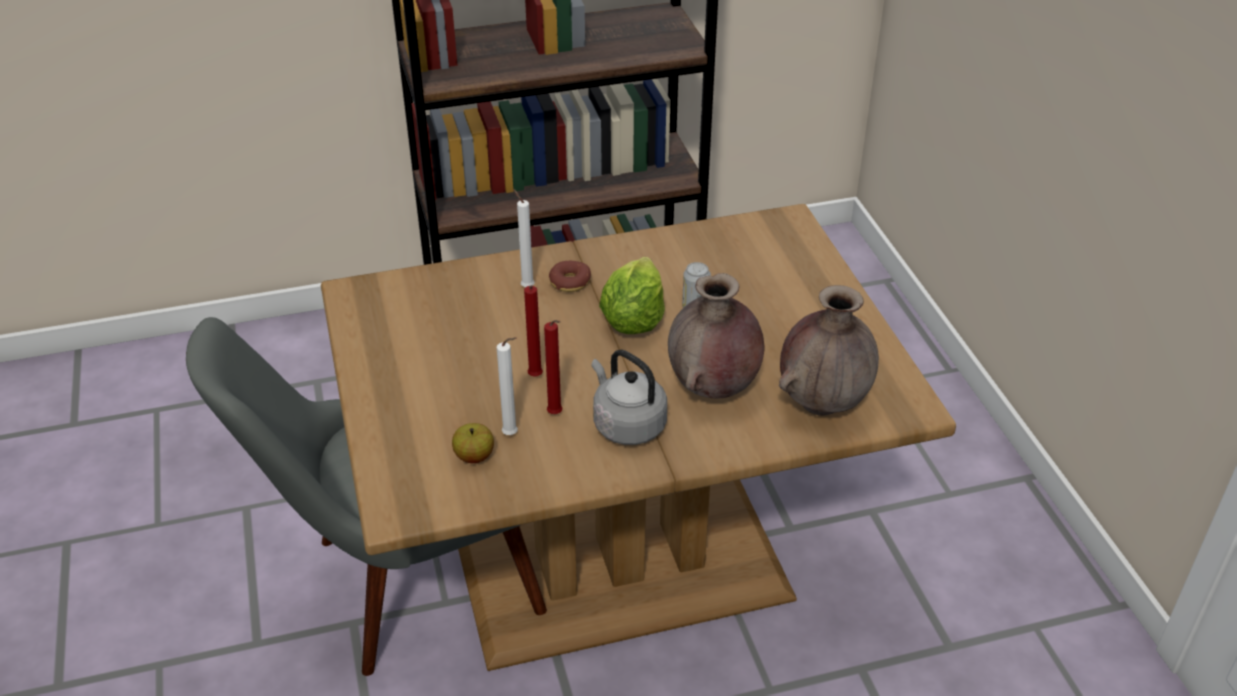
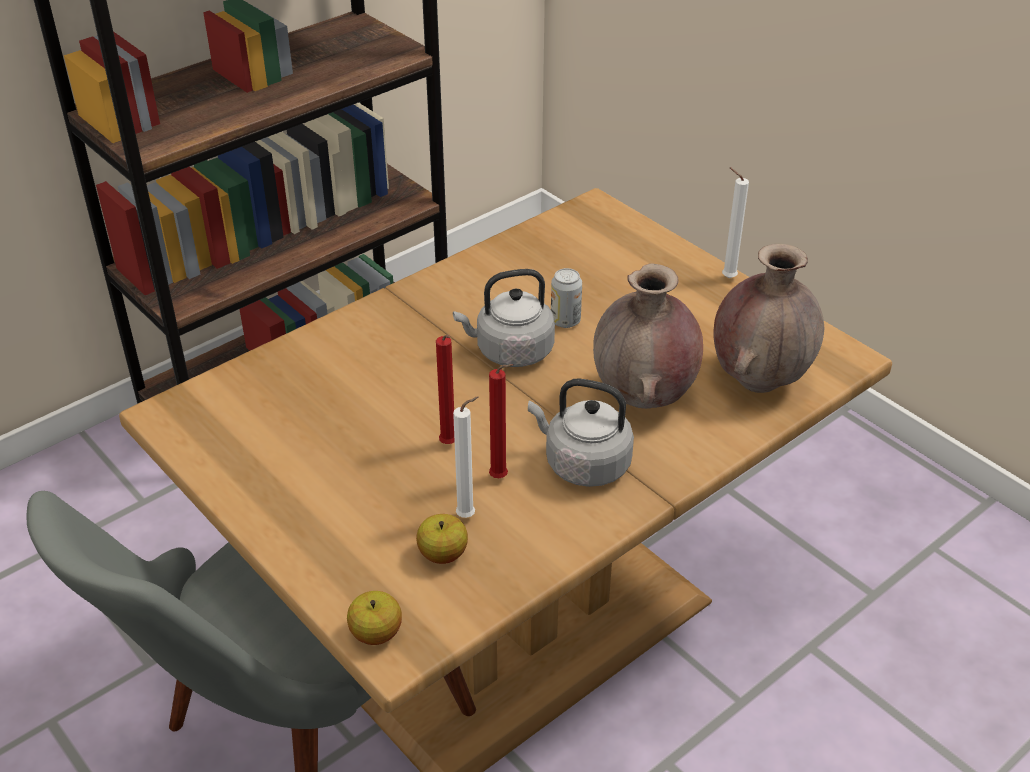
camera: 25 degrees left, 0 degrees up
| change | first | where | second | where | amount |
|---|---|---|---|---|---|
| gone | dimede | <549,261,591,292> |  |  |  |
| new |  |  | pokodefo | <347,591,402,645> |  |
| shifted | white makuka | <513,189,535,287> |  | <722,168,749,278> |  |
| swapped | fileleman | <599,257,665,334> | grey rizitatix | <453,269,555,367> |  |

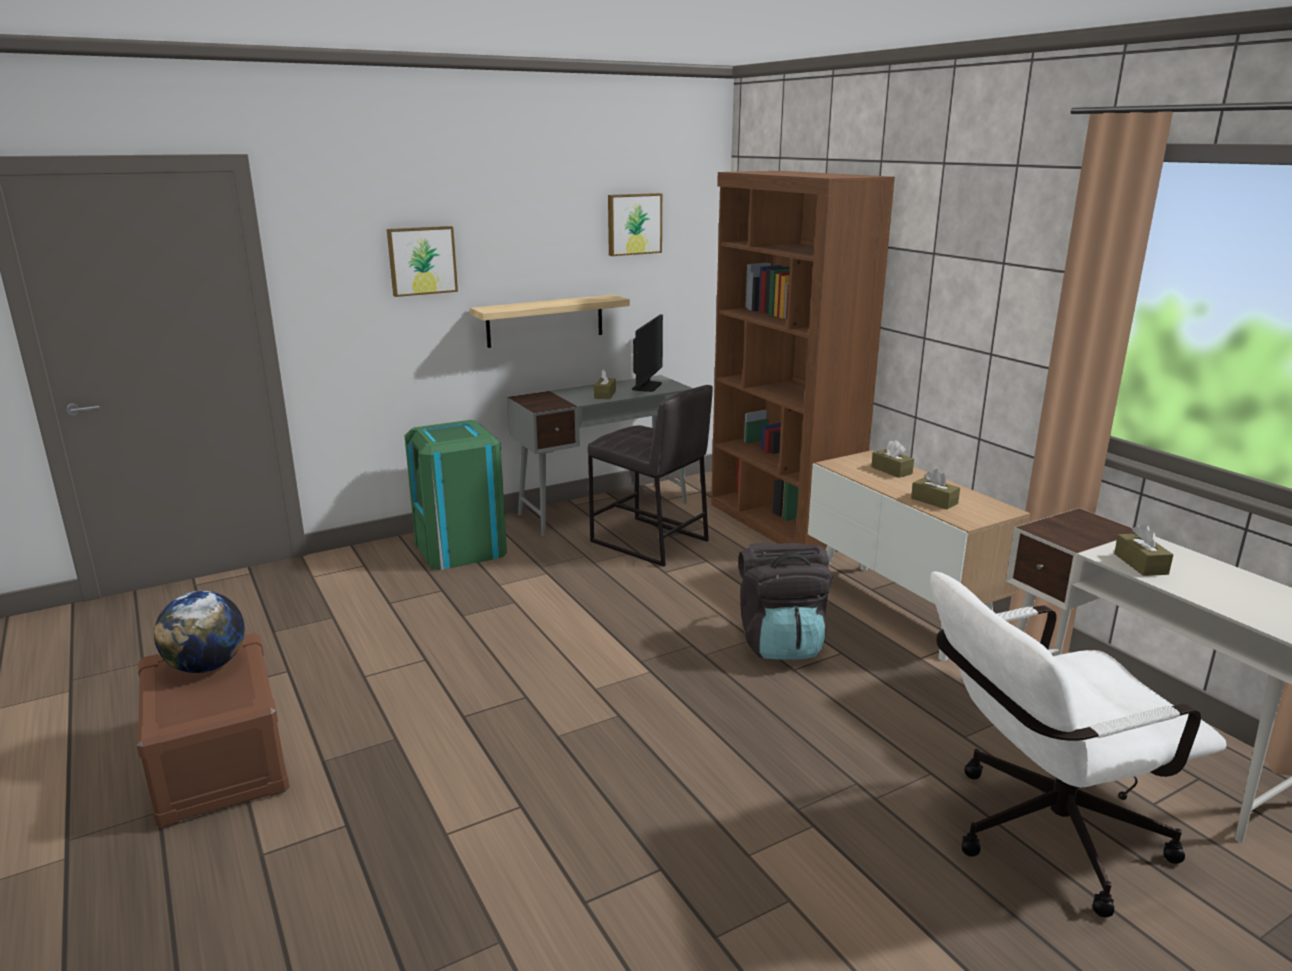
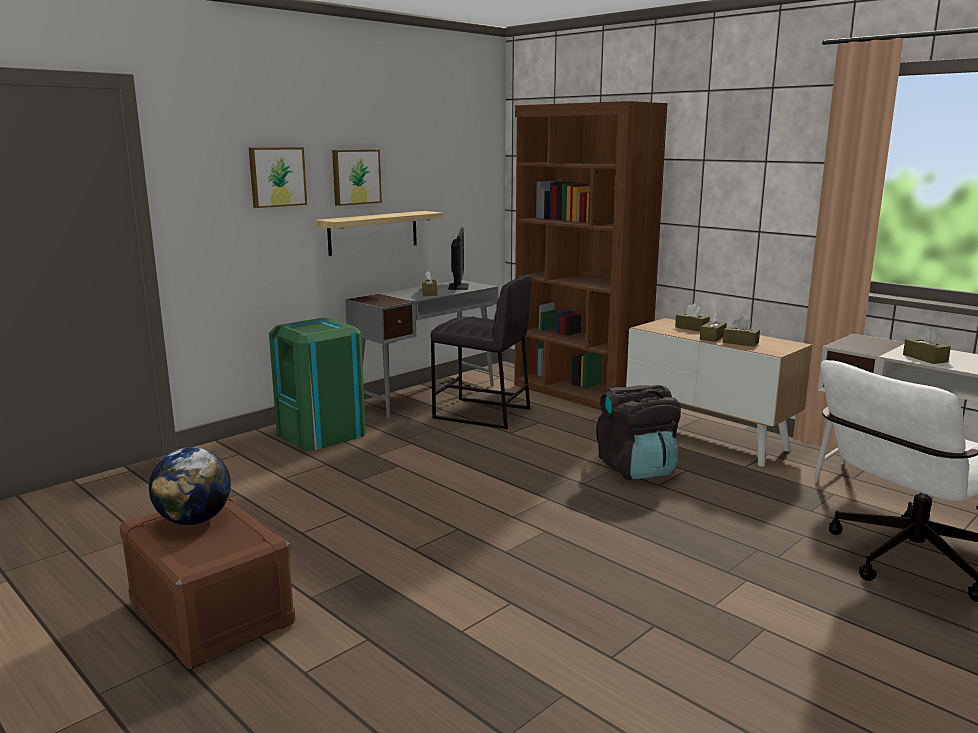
camera: 15 degrees left, 5 degrees down
| change | first | where | second | where | amount |
|---|---|---|---|---|---|
| new |  |  | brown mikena | <700,312,727,342> |  |
| shifted | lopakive | <608,193,662,256> |  | <332,150,382,206> |  |

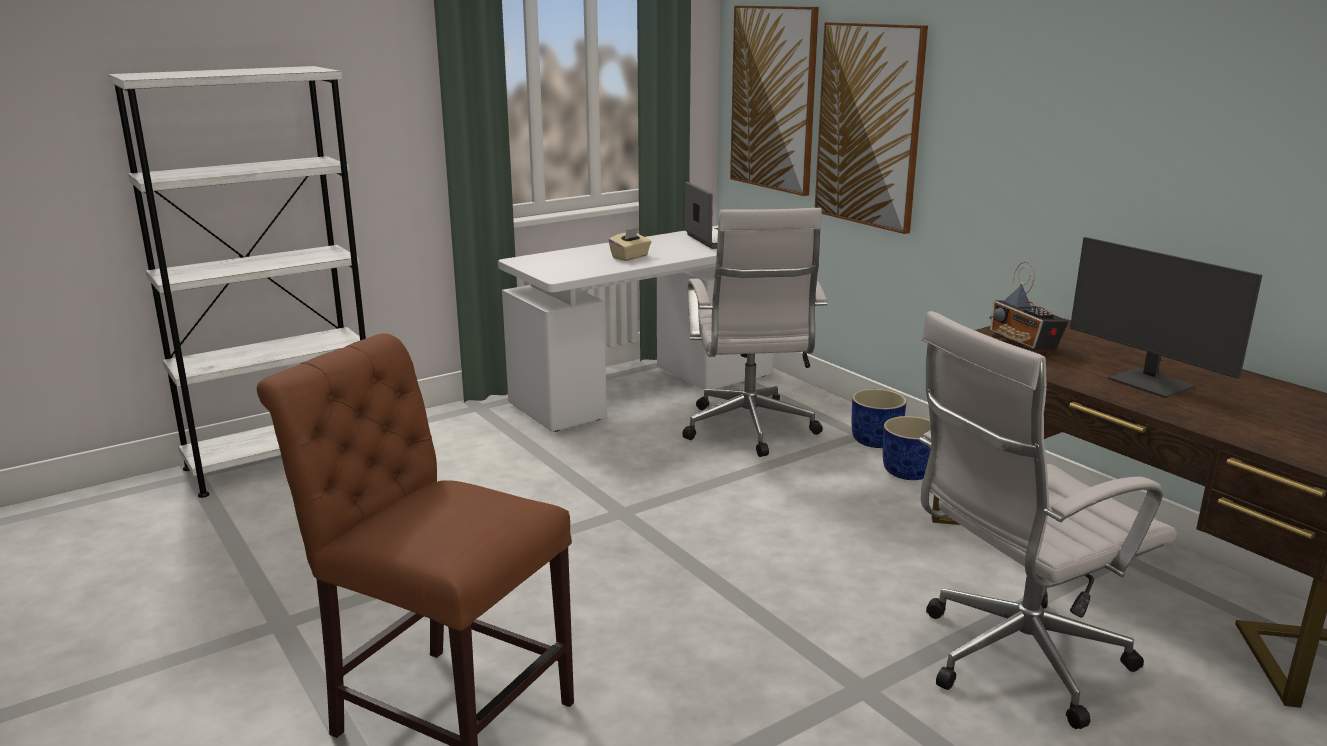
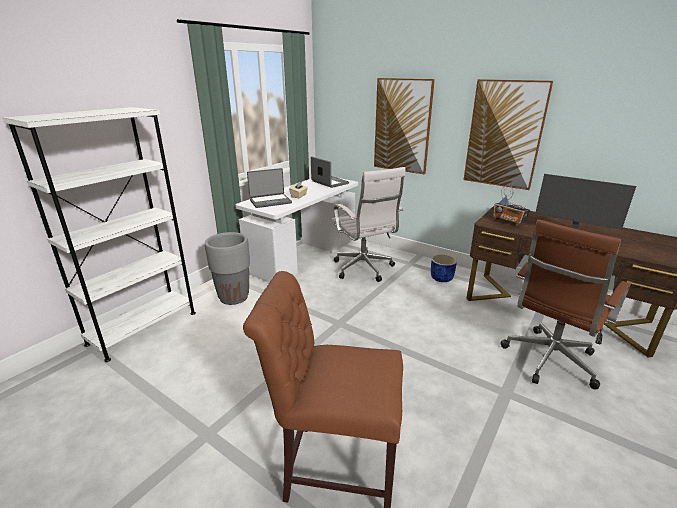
camera: 20 degrees left, 5 degrees up
| change | first | where | second | where | amount |
|---|---|---|---|---|---|
| gone | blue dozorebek | <852,389,907,448> |  |  |  |
| new |  |  | grey dozorebek | <205,232,250,305> |  |
| new |  |  | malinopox | <247,168,292,208> |  |
| shifted | lopakive | <730,5,819,196> |  | <463,79,553,190> |  |
| repainted | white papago | <919,311,1176,729> | brown papago | <501,219,631,389> |  |

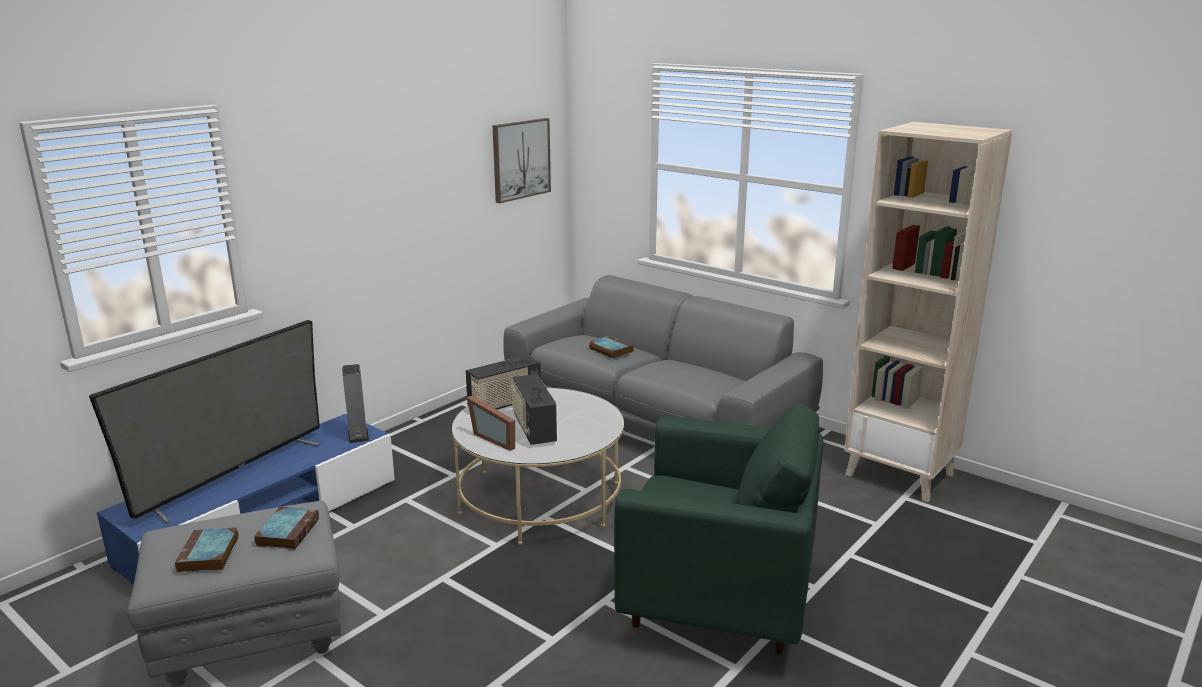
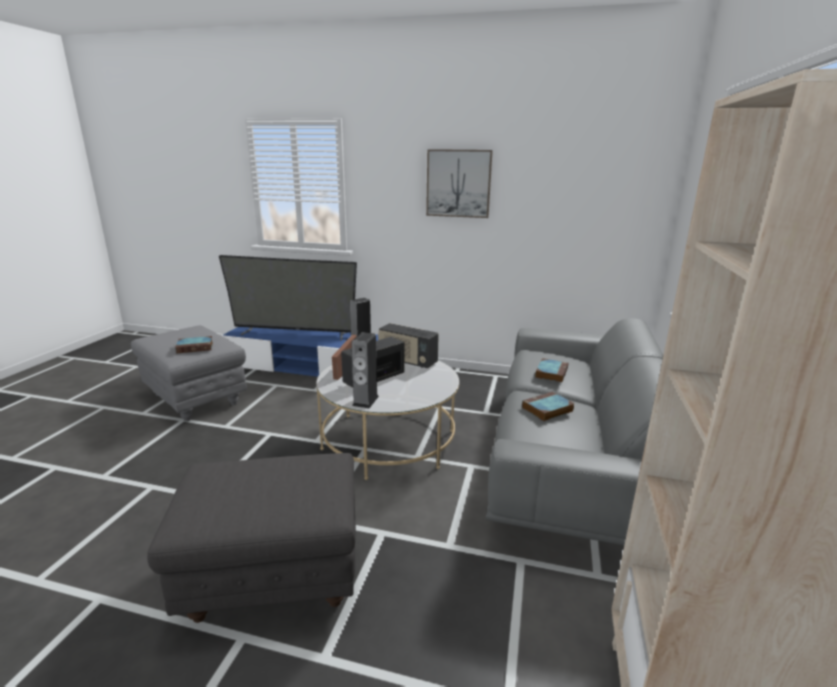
camera: 65 degrees right, 0 degrees up
| change | first | where | second | where | amount |
|---|---|---|---|---|---|
| new |  |  | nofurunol | <351,332,379,408> |  |
| shifted | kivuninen | <175,527,239,573> |  | <522,392,575,421> |  |
| shifted | lopakive | <492,118,551,203> |  | <426,149,493,218> |  |
| swapped | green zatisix | <614,403,823,655> | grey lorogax | <147,453,356,623> |  |

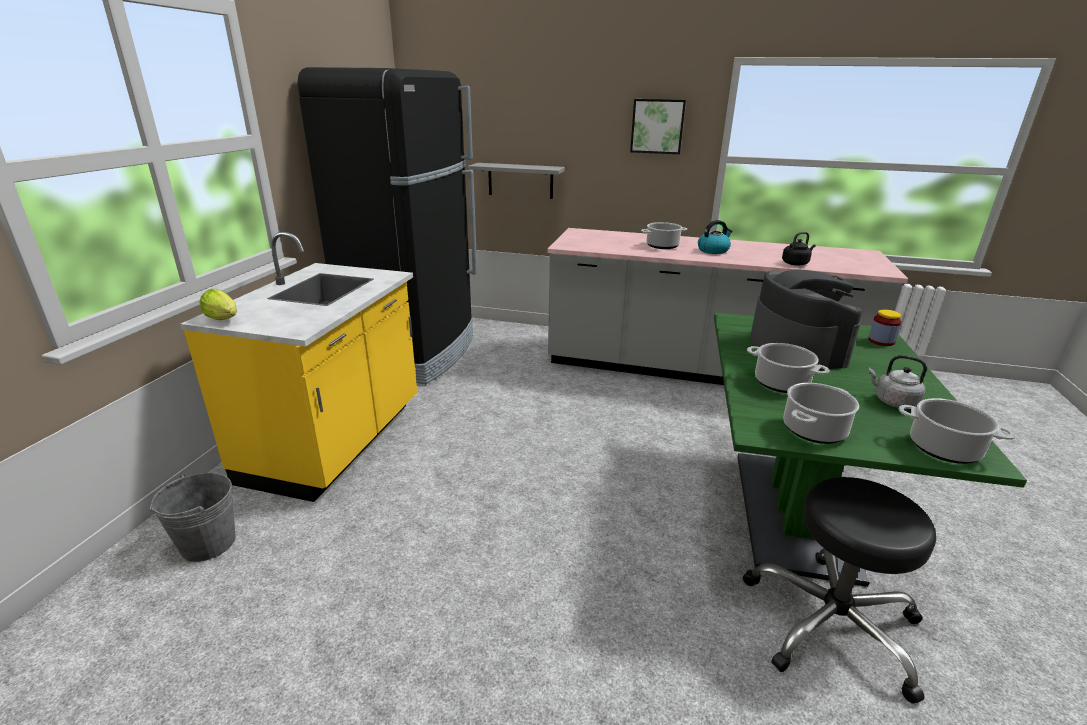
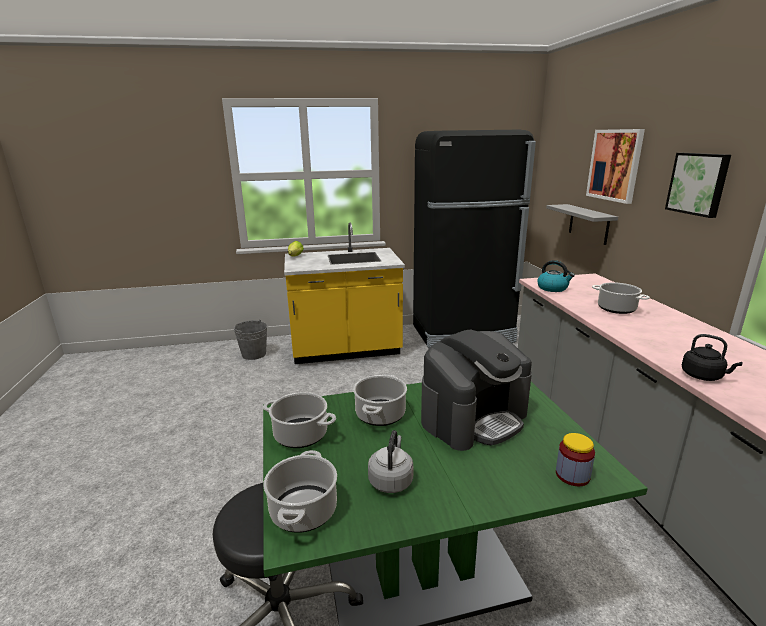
camera: 65 degrees right, 5 degrees down
| change | first | where | second | where | amount |
|---|---|---|---|---|---|
| new |  |  | lopakive | <586,129,645,204> |  |
| shifted | rizitatix | <698,220,733,254> |  | <537,260,575,292> |  |

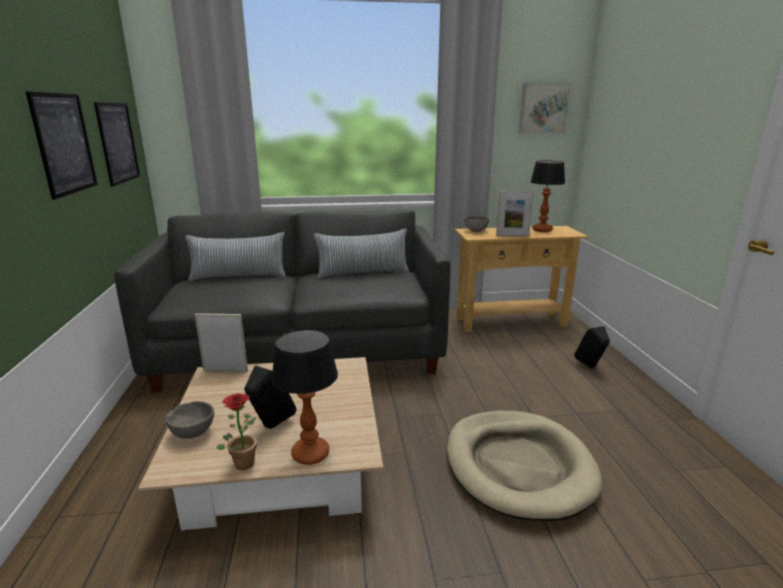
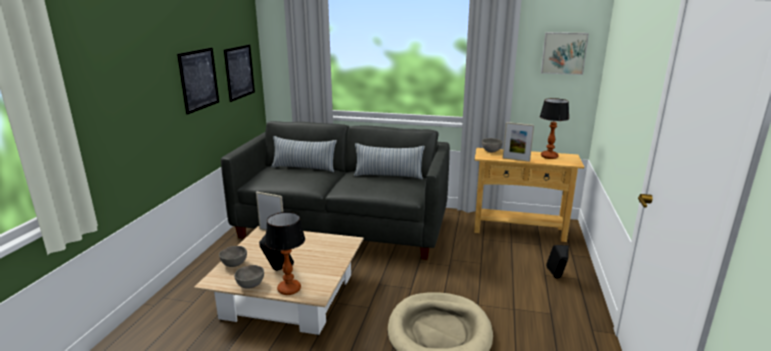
camera: 20 degrees right, 0 degrees up
| change | first | where | second | where | amount |
|---|---|---|---|---|---|
| swapped | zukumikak | <216,393,257,470> | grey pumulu | <234,265,264,289> |  |

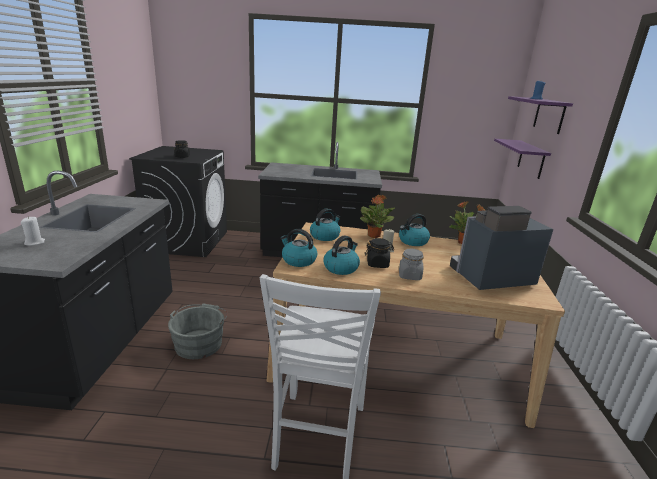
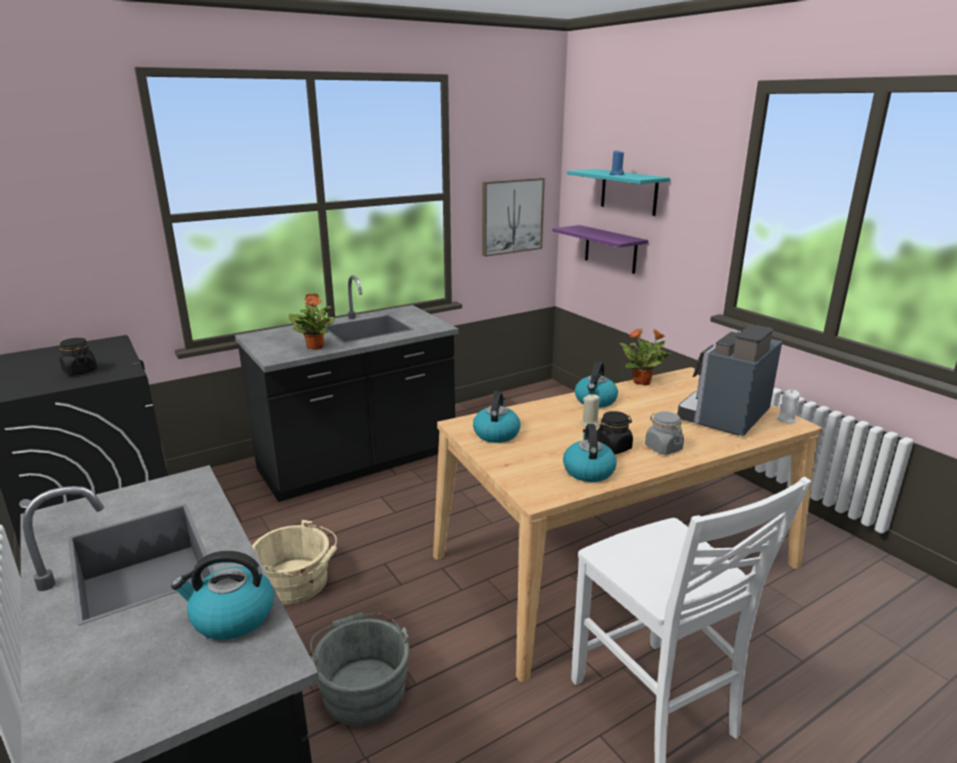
camera: 35 degrees left, 0 degrees up
| change | first | where | second | where | amount |
|---|---|---|---|---|---|
| new |  |  | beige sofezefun | <252,520,337,605> |  |
| new |  |  | lopakive | <482,178,545,257> |  |
| shifted | white makuka | <21,216,45,246> |  | <776,390,800,424> |  |
| shifted | rizitatix | <281,229,317,267> |  | <171,551,274,640> |  |
| shifted | zukumikak | <360,195,395,238> |  | <289,293,335,350> |  |
| repainted | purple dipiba | <508,96,573,134> | turquoise dipiba | <567,169,670,216> |  |

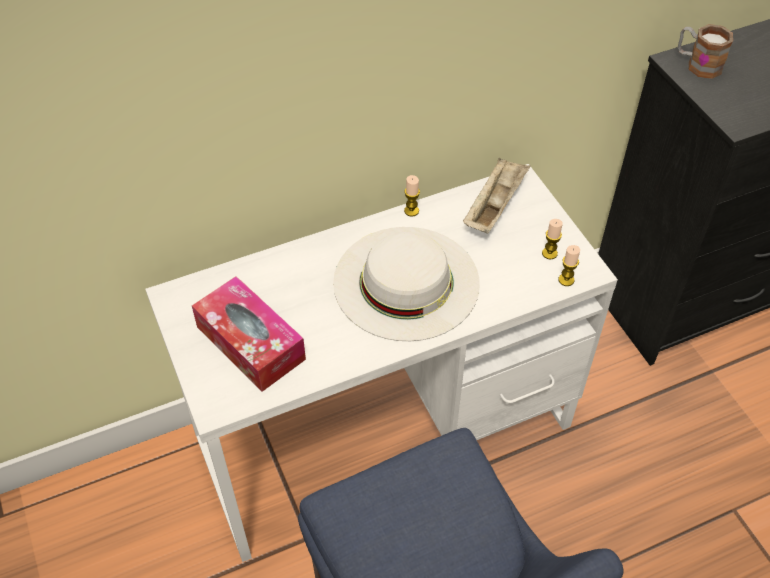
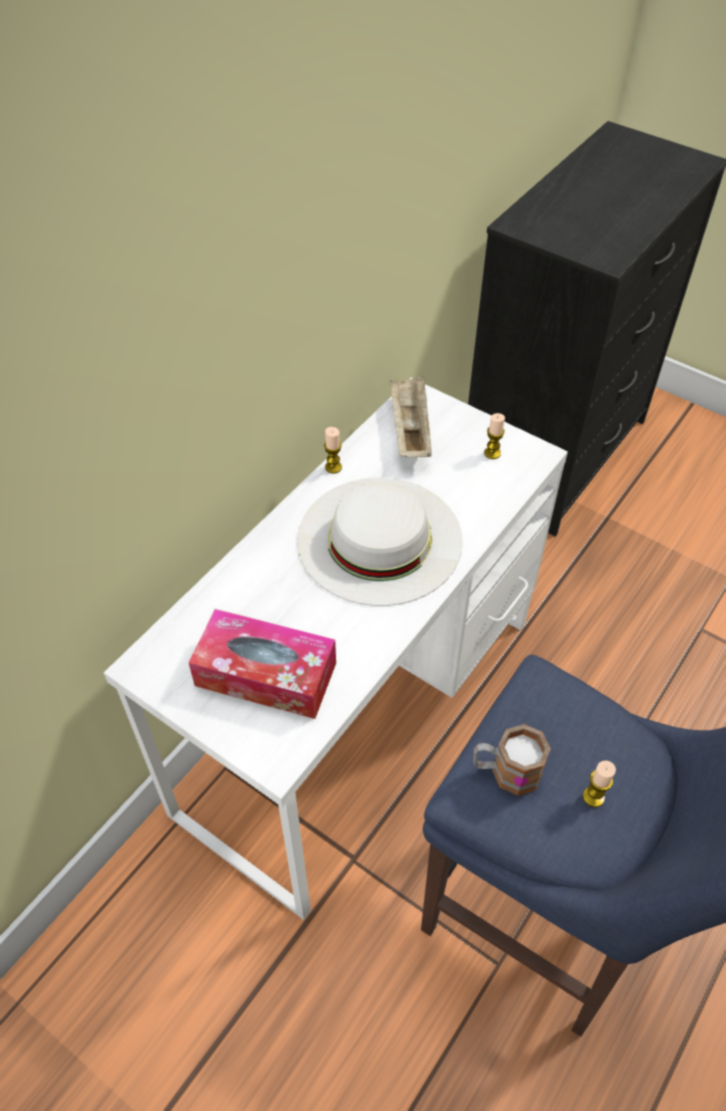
camera: 30 degrees left, 0 degrees up
| change | first | where | second | where | amount |
|---|---|---|---|---|---|
| shifted | makuka | <558,245,580,286> |  | <583,761,616,807> |  |
| shifted | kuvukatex | <678,24,733,79> |  | <473,724,551,796> |  |

